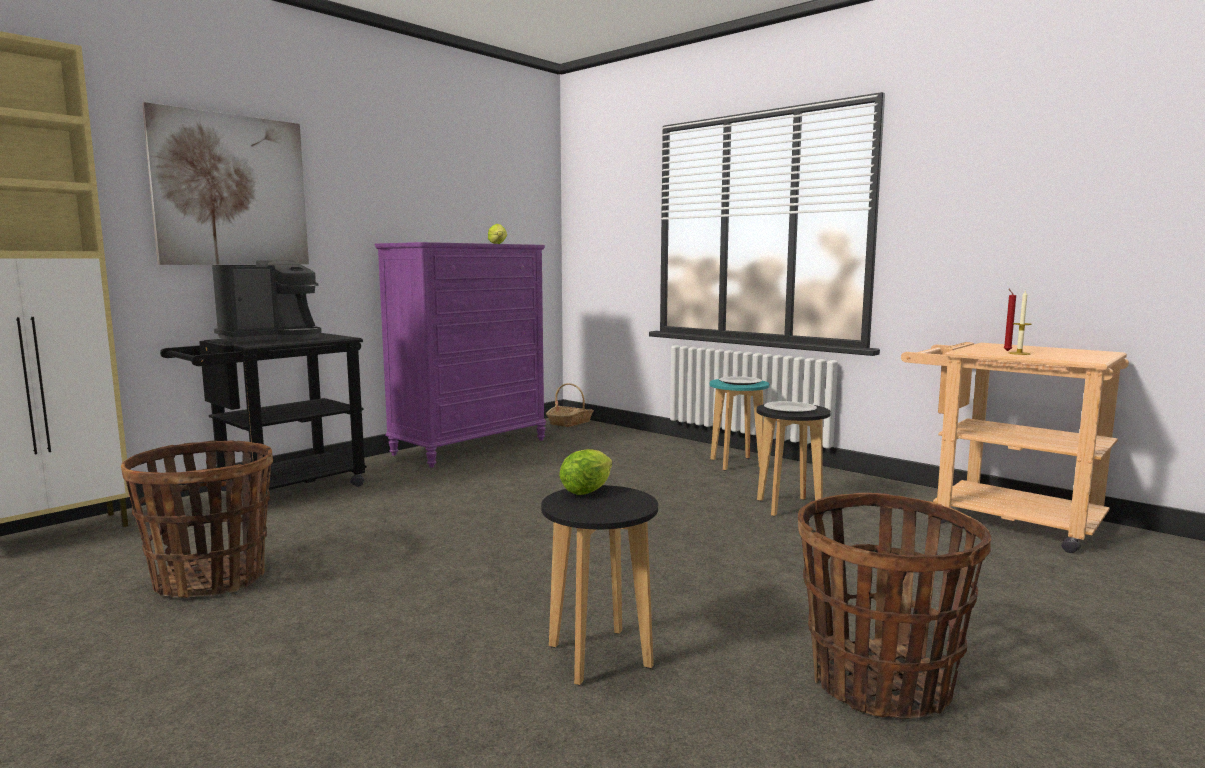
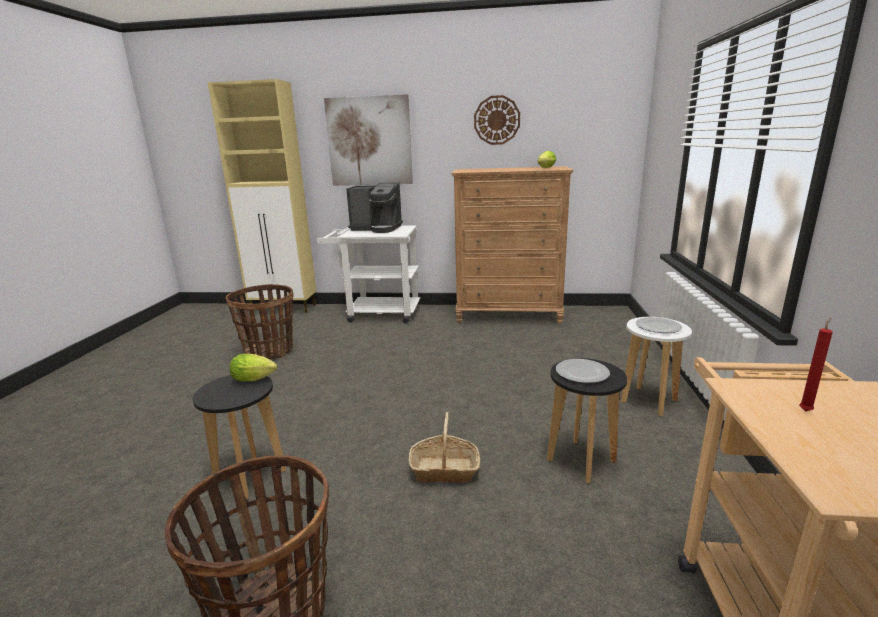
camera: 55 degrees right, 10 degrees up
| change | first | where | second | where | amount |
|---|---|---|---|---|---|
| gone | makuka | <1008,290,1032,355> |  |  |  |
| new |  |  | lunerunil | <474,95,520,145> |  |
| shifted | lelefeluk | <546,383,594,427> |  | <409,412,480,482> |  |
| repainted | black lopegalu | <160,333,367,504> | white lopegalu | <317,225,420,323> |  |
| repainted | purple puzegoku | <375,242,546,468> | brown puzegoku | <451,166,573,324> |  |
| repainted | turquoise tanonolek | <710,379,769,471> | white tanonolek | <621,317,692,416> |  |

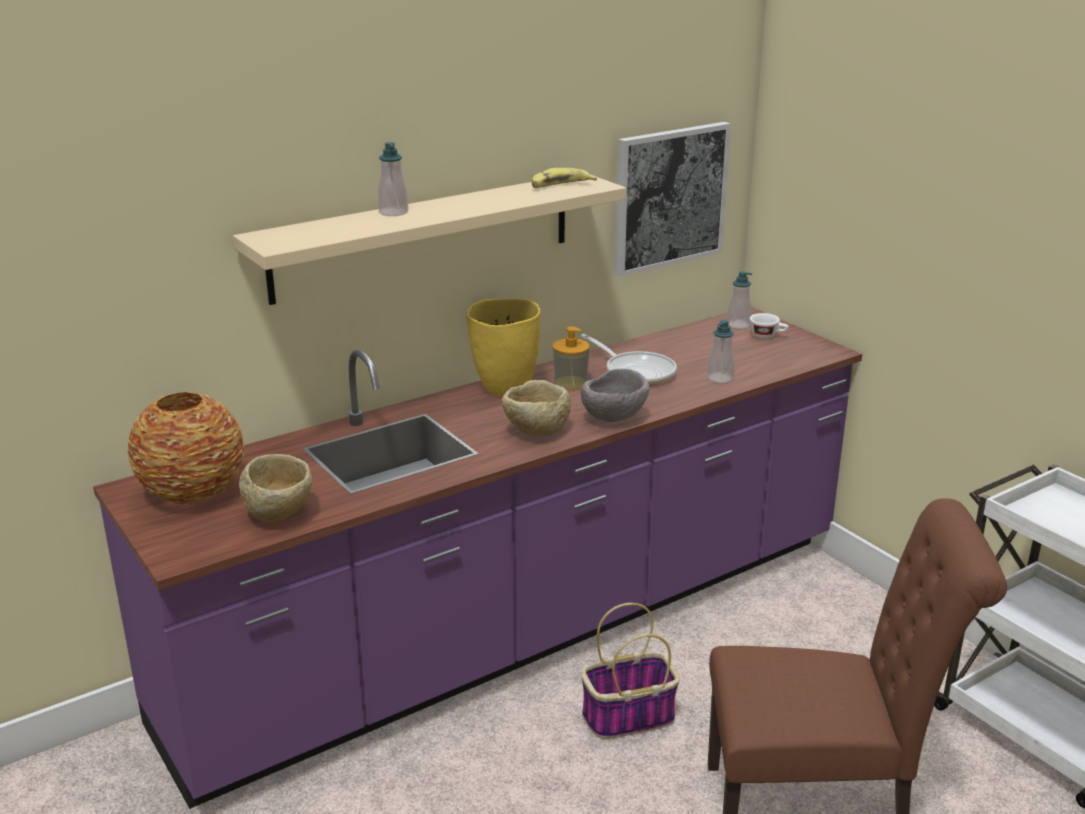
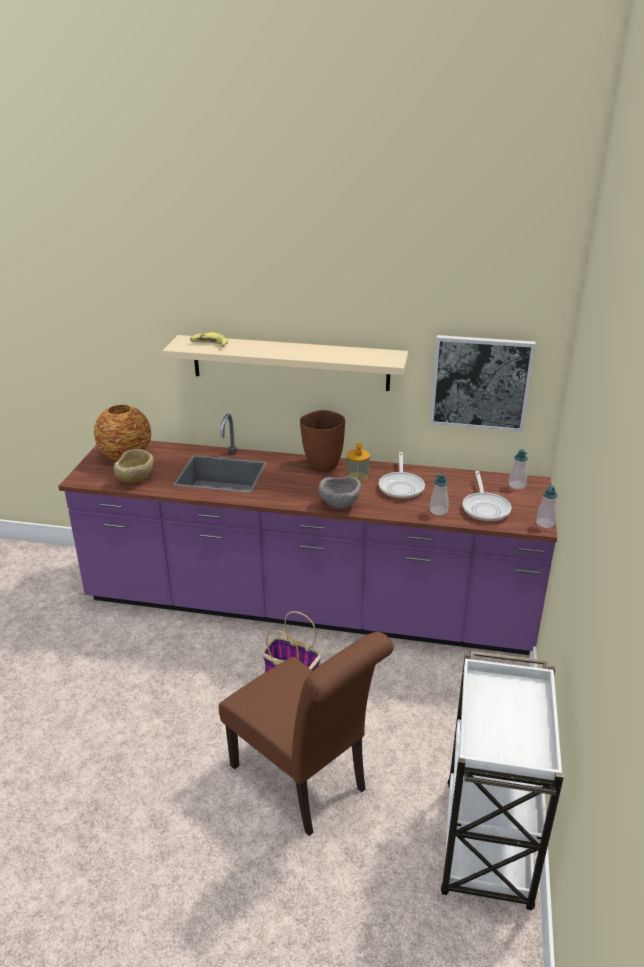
camera: 45 degrees right, 5 degrees up
| change | first | where | second | where | amount |
|---|---|---|---|---|---|
| gone | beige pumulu | <501,380,571,437> |  |  |  |
| gone | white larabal | <750,313,789,339> |  |  |  |
| new |  |  | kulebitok | <462,471,511,521> |  |
| shifted | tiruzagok | <378,142,408,216> |  | <536,485,558,528> |  |
| shifted | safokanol | <532,168,597,188> |  | <190,332,228,347> |  |
| repainted | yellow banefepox | <466,298,540,397> | brown banefepox | <300,410,345,472> |  |

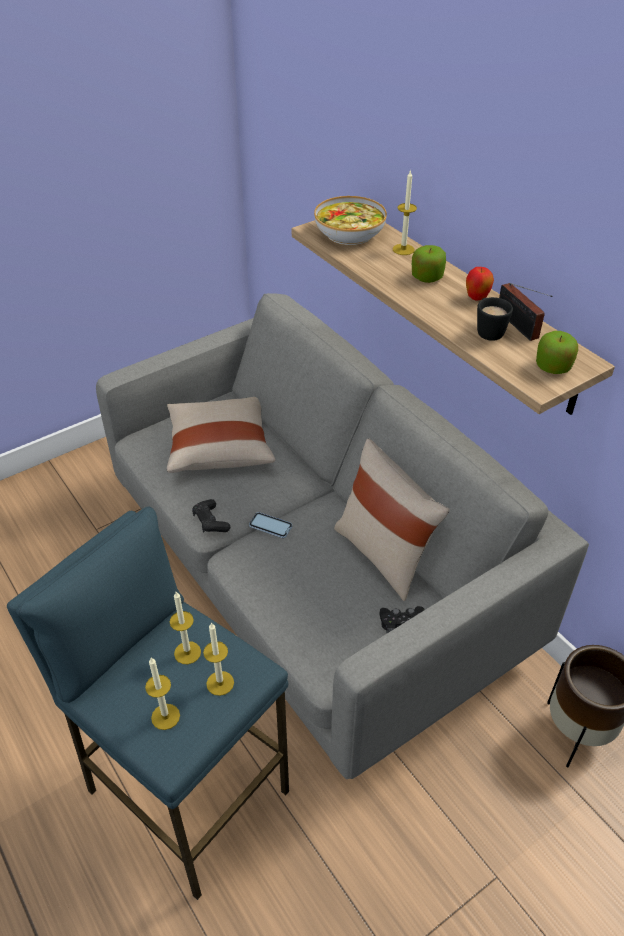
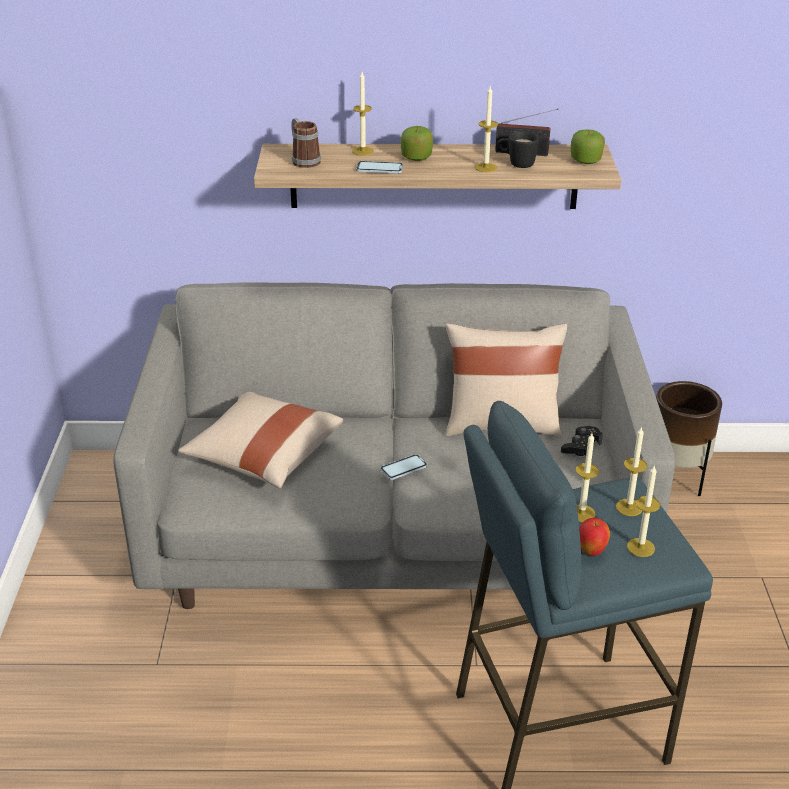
camera: 55 degrees left, 10 degrees down
| change | first | where | second | where | amount |
|---|---|---|---|---|---|
| gone | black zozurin | <192,499,230,533> |  |  |  |
| new |  |  | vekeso | <356,161,403,174> |  |
| new |  |  | makuka | <475,86,498,172> |  |
| shifted | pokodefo | <466,267,494,300> |  | <579,518,610,556> |  |
| swapped | pumulu | <314,196,387,245> | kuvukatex | <291,118,321,168> |  |

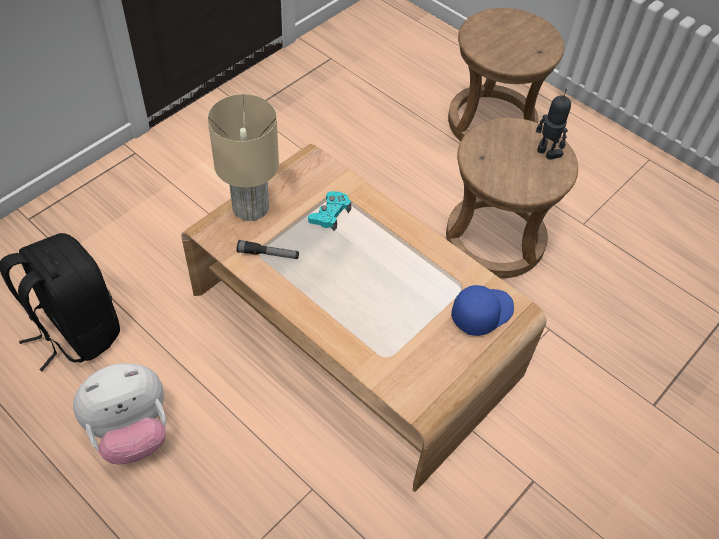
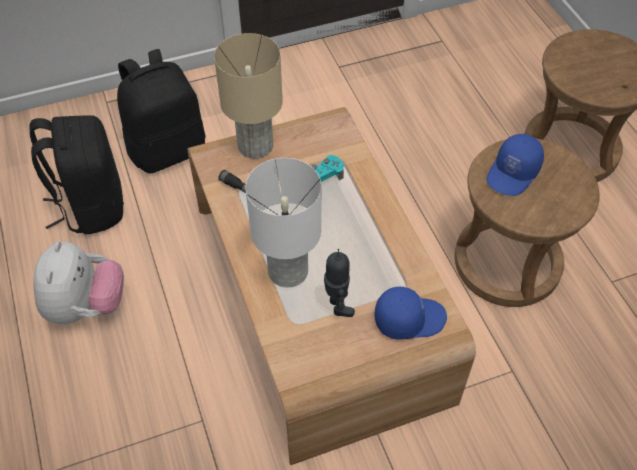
camera: 30 degrees right, 0 degrees up
| change | first | where | second | where | amount |
|---|---|---|---|---|---|
| new |  |  | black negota | <117,49,206,174> |  |
| new |  |  | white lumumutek | <246,158,321,287> |  |
| new |  |  | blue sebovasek | <486,134,544,196> |  |
| shifted | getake | <536,89,571,160> |  | <324,249,355,317> |  |
| rotated | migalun | <73,363,166,465> |  | <34,241,124,324> | 90 degrees counterclockwise |

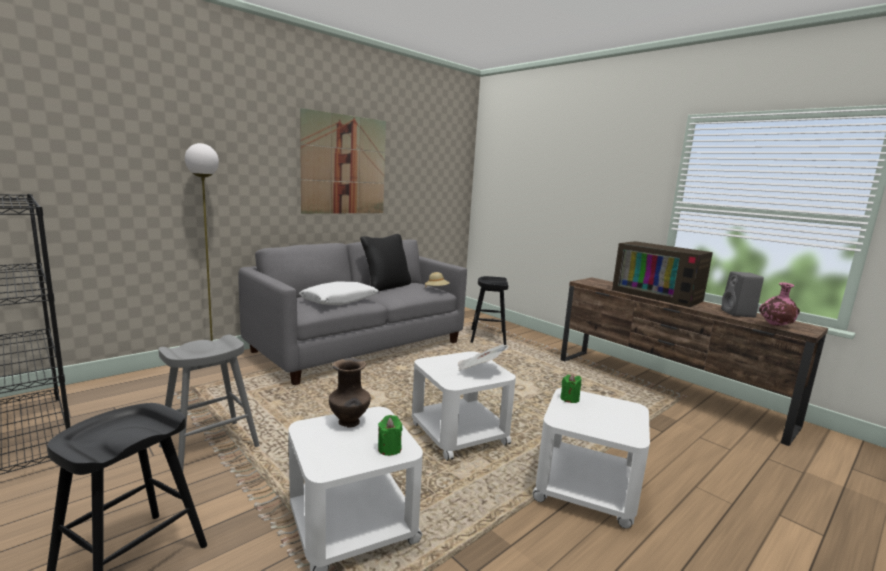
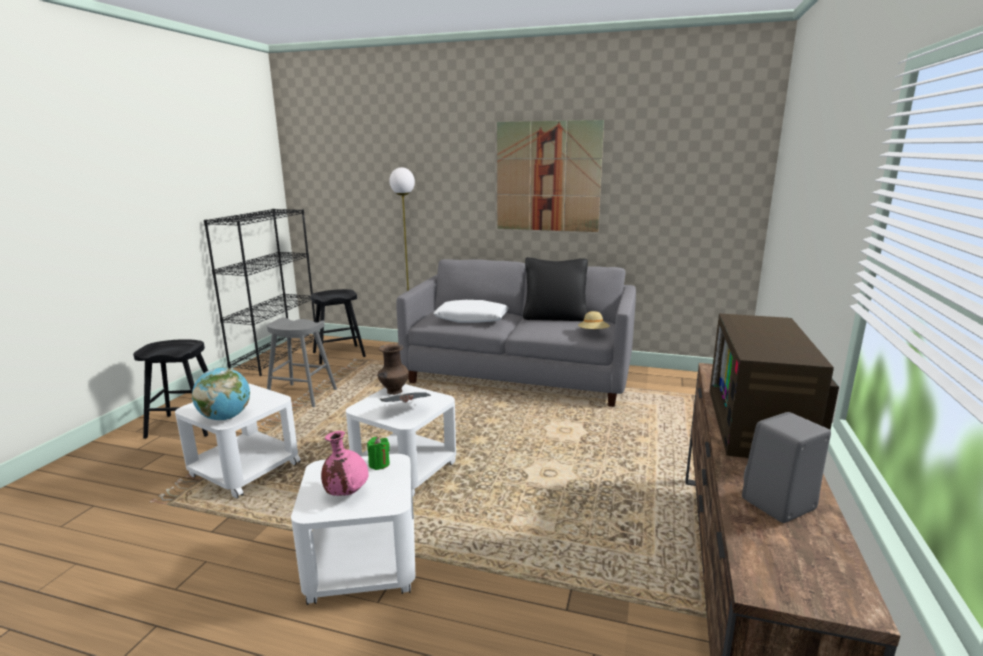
camera: 60 degrees right, 5 degrees up
| change | first | where | second | where | amount |
|---|---|---|---|---|---|
| shifted | brown banefepox | <329,358,371,428> |  | <377,344,409,395> |  |
| shifted | black tanonolek | <471,276,508,345> |  | <311,289,366,364> |  |
| shifted | pink banefepox | <759,282,800,326> |  | <321,431,369,496> |  |
| swapped | green makuka | <378,415,402,456> | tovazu | <192,367,250,420> |  |

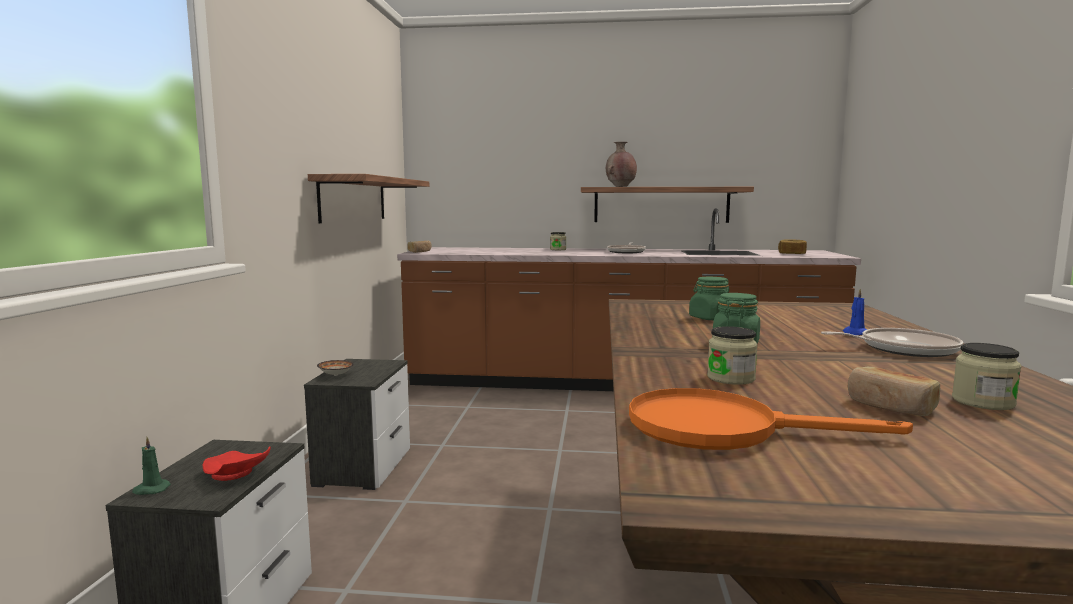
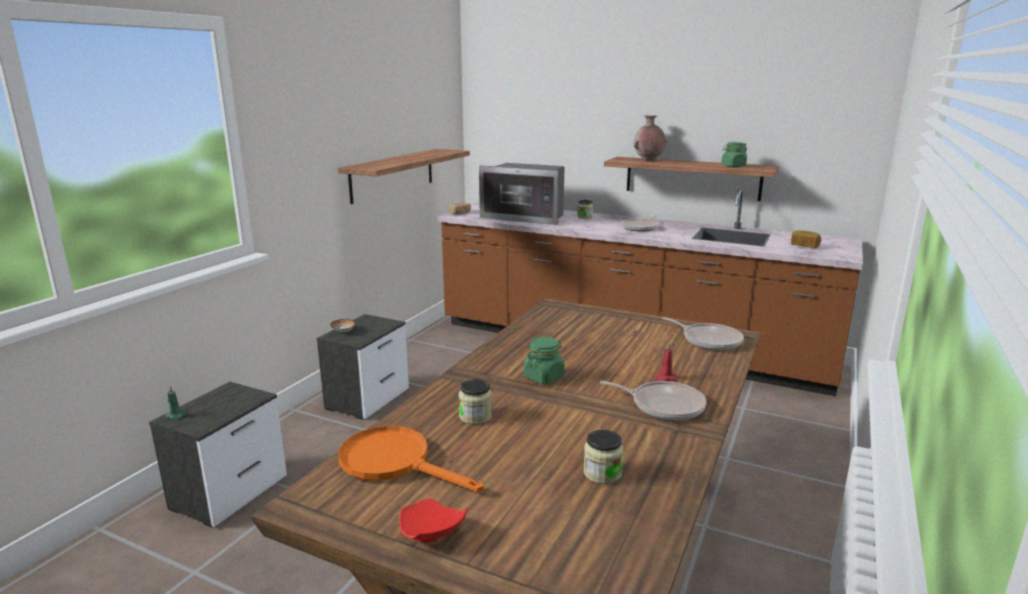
camera: 20 degrees right, 10 degrees up
| change | first | where | second | where | amount |
|---|---|---|---|---|---|
| gone | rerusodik | <848,367,940,416> |  |  |  |
| new |  |  | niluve | <479,163,565,225> |  |
| new |  |  | kulebitok | <662,317,744,351> |  |
| shifted | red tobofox | <203,446,271,481> |  | <399,499,467,543> |  |
| shifted | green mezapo | <689,277,729,320> |  | <721,142,747,167> |  |
| repainted | blue makuka | <843,289,868,335> | red makuka | <654,343,677,381> |  |

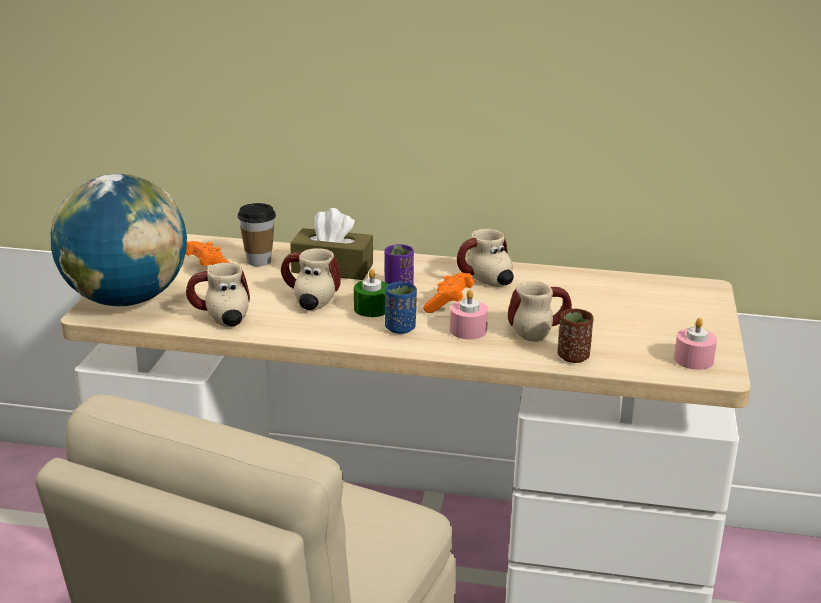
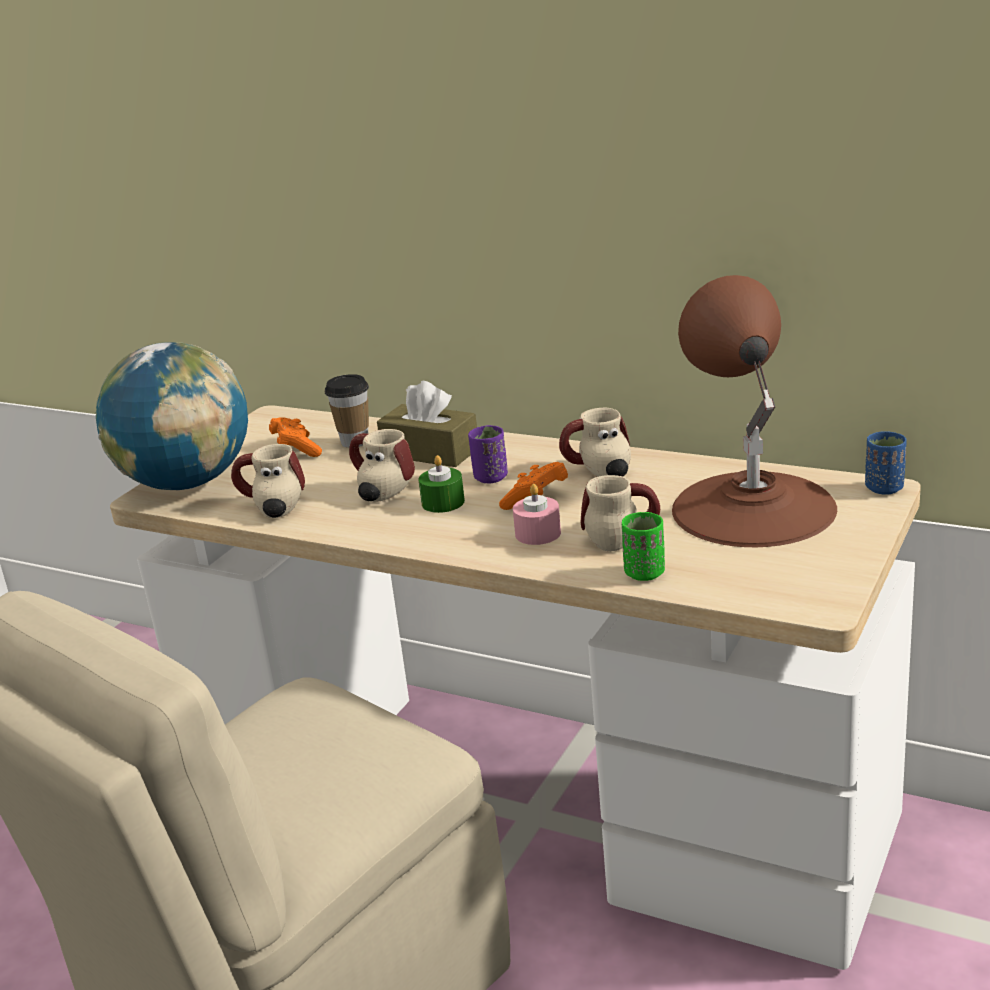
camera: 20 degrees right, 0 degrees up
| change | first | where | second | where | amount |
|---|---|---|---|---|---|
| gone | pink makuka | <674,318,717,370> |  |  |  |
| new |  |  | brown lumumutek | <672,275,837,547> |  |
| shifted | blue larabal | <385,282,417,334> |  | <865,431,907,495> |  |
| repainted | brown larabal | <557,309,594,363> | green larabal | <622,512,665,581> |  |

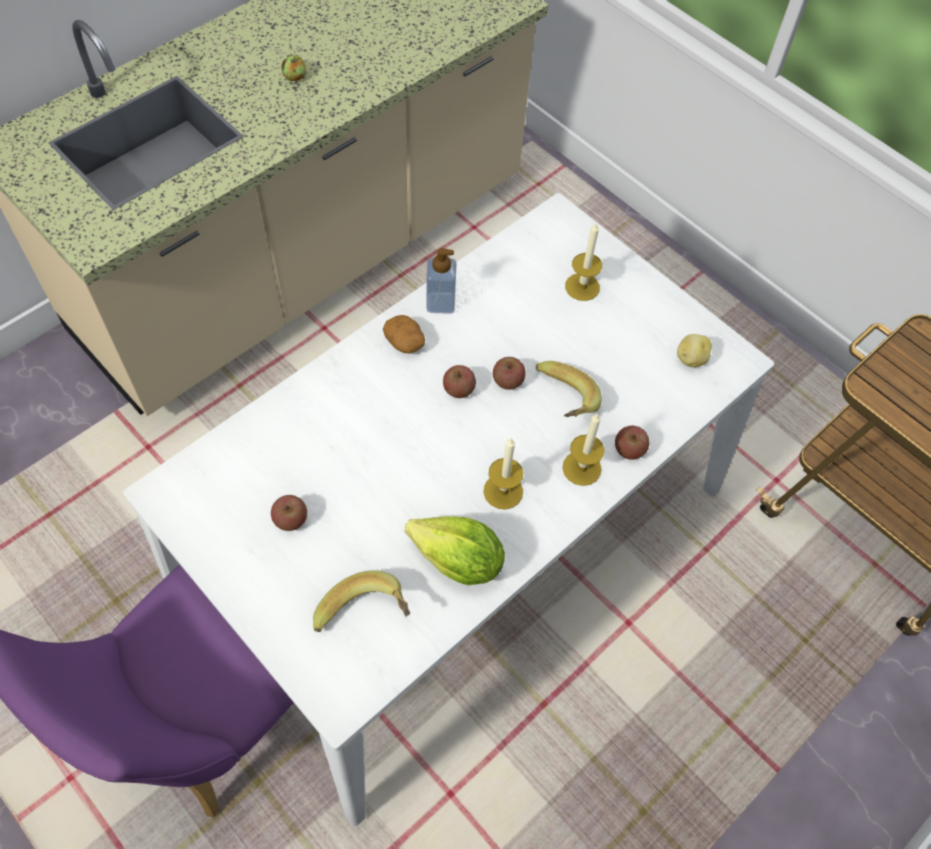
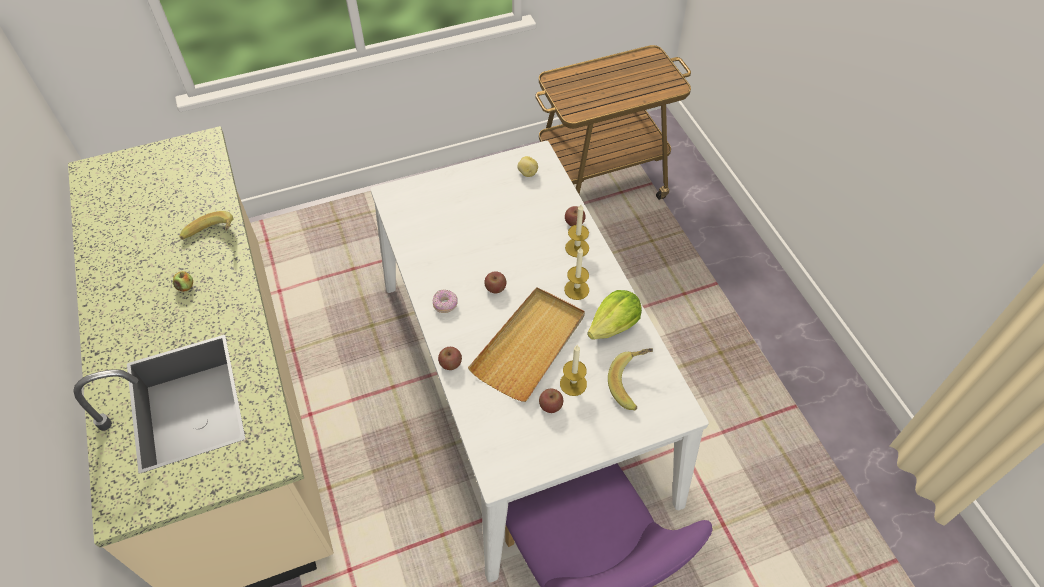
camera: 65 degrees left, 5 degrees down
| change | first | where | second | where | amount |
|---|---|---|---|---|---|
| gone | tiruzagok | <426,248,456,314> |  |  |  |
| new |  |  | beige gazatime | <468,287,585,402> |  |
| shifted | pokodefo | <493,357,526,390> |  | <438,347,462,370> |  |
| shifted | safokanol | <536,361,602,417> |  | <180,211,234,240> |  |
| shifted | makuka | <565,223,602,301> |  | <560,344,587,396> |  |
| swapped | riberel | <383,315,425,354> | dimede | <433,290,458,313> |  |

